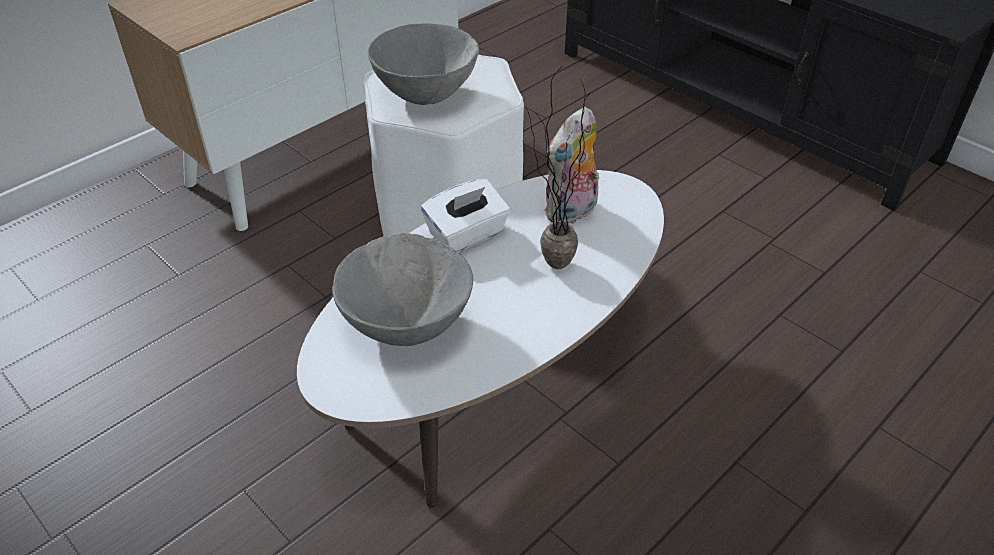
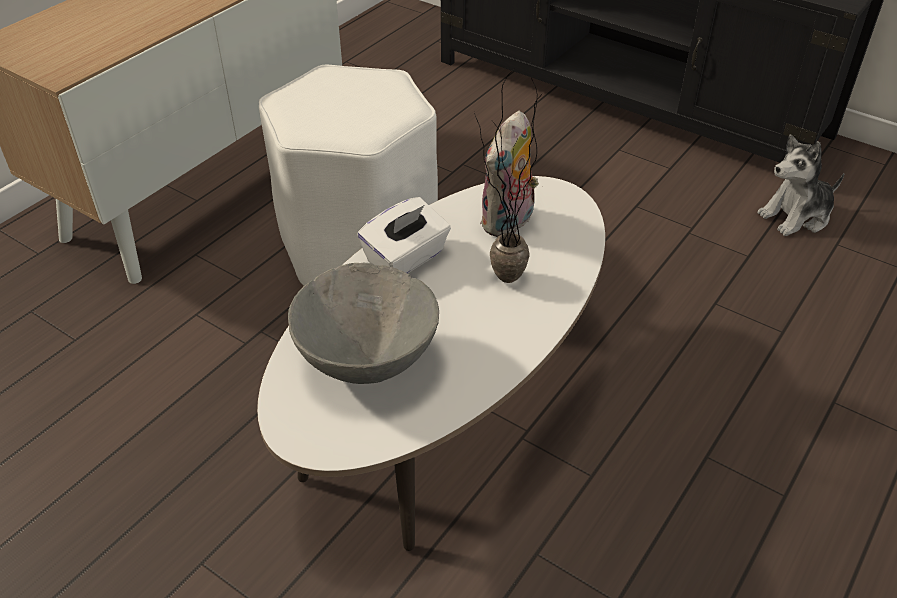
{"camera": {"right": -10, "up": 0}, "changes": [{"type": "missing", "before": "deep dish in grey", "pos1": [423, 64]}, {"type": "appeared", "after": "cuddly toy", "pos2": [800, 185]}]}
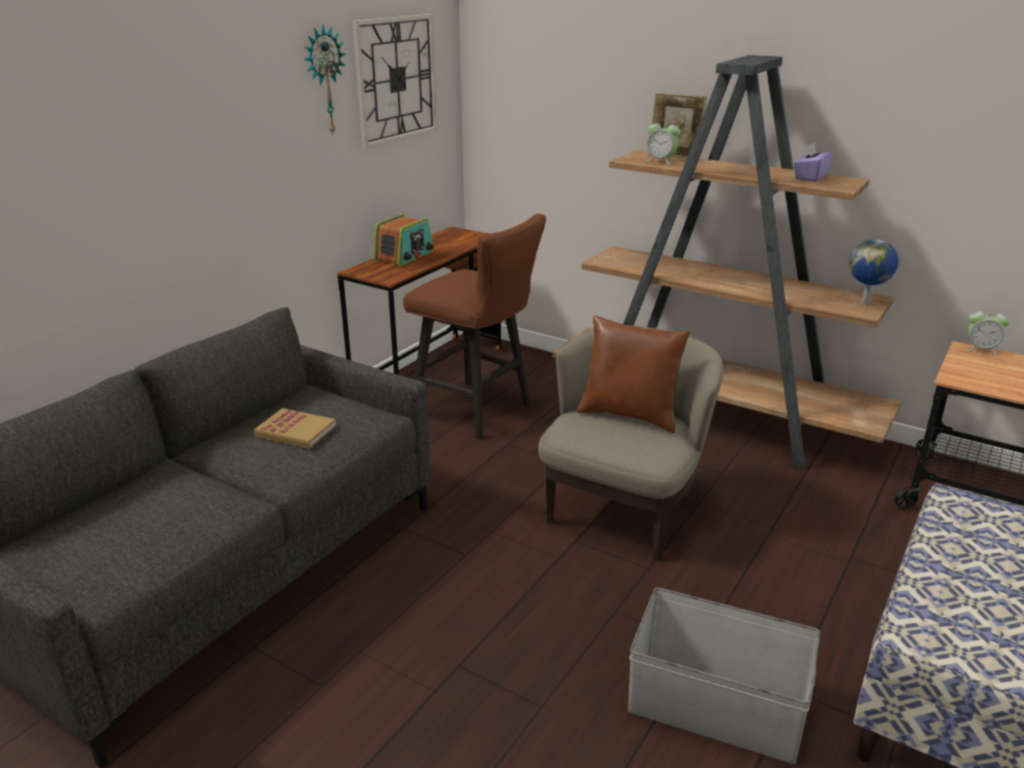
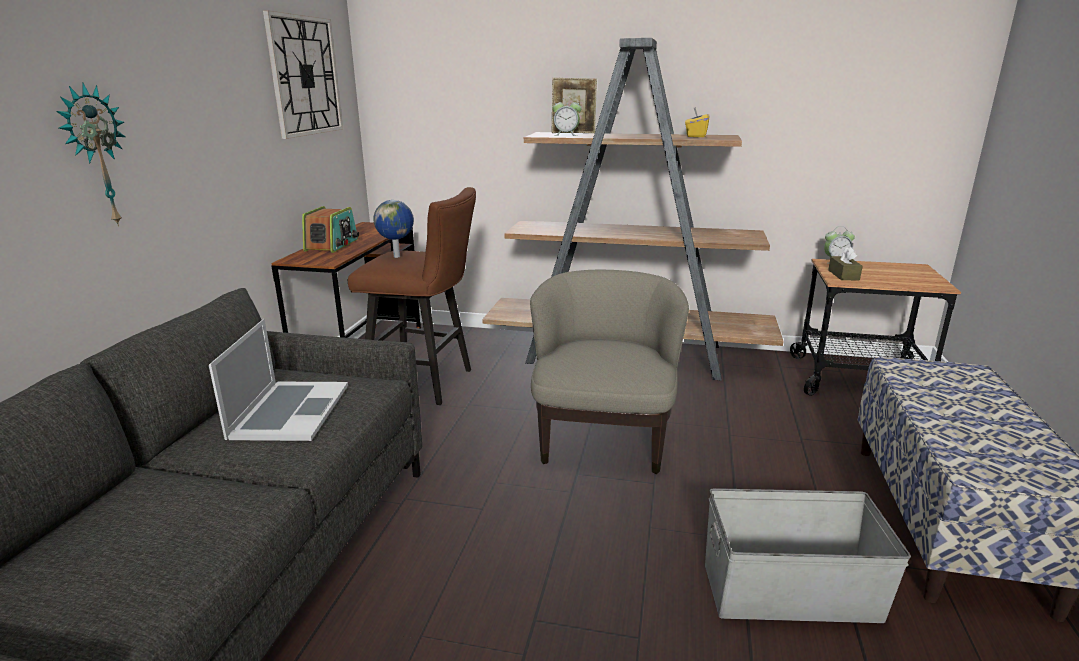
{"camera": {"right": -20, "up": -5}, "changes": [{"type": "missing", "before": "pillow in brownish", "pos1": [633, 374]}, {"type": "appeared", "after": "box of tissues in brownish", "pos2": [845, 263]}, {"type": "relocated", "before": "hanging clock", "pos1": [324, 80], "pos2": [91, 155]}, {"type": "relocated", "before": "desk globe", "pos1": [874, 272], "pos2": [393, 229]}, {"type": "exchanged", "before": "volume", "after": "laptop", "pos1": [295, 428], "pos2": [278, 380]}, {"type": "colour", "before": "box of tissues in purple-coloured", "after": "box of tissues in yellow-coloured", "pos1": [813, 162], "pos2": [697, 122]}]}
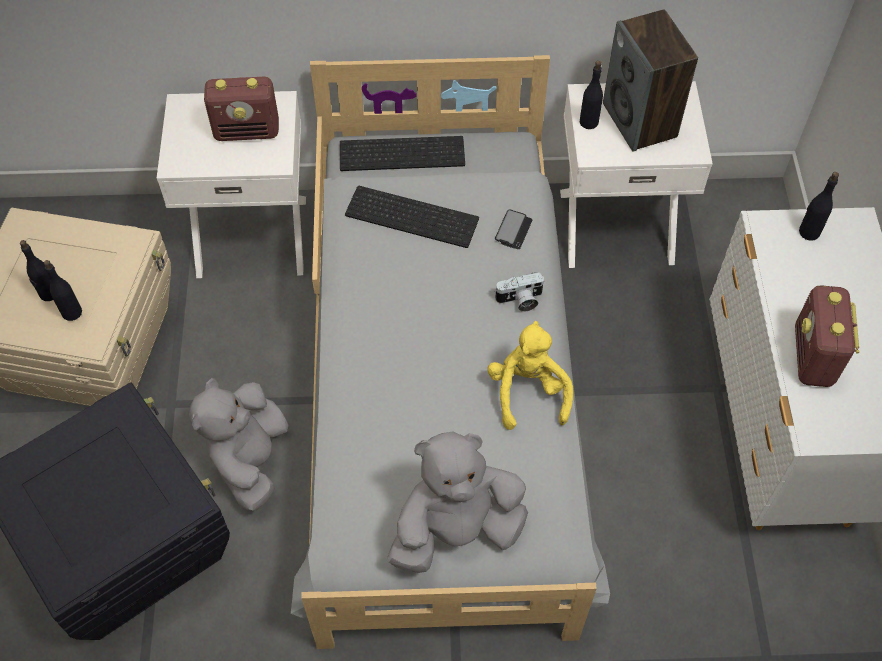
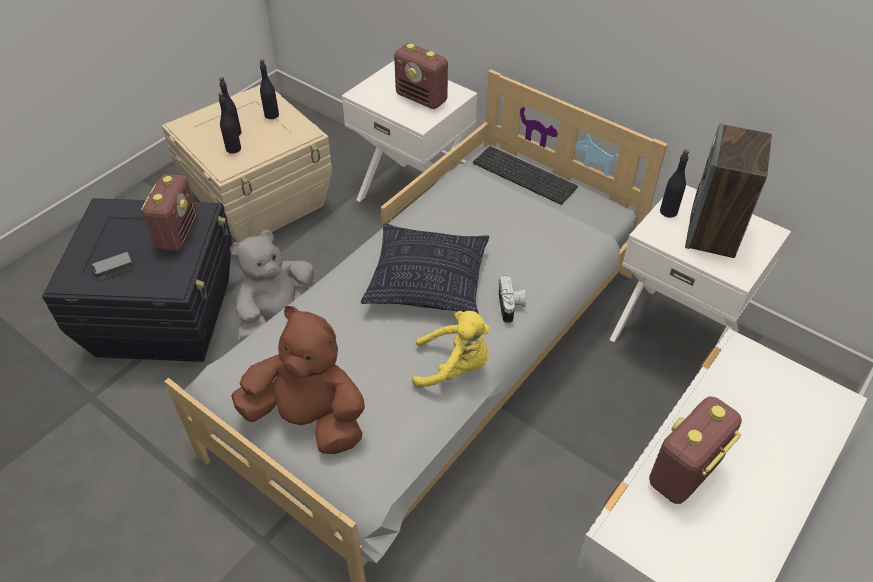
{"camera": {"right": 40, "up": -10}, "changes": [{"type": "missing", "before": "PC keyboard", "pos1": [412, 217]}, {"type": "appeared", "after": "radio set", "pos2": [169, 212]}, {"type": "appeared", "after": "pillow", "pos2": [425, 268]}, {"type": "relocated", "before": "telephone", "pos1": [513, 229], "pos2": [113, 266]}, {"type": "relocated", "before": "bottle in black-coloured", "pos1": [819, 206], "pos2": [269, 89]}, {"type": "colour", "before": "cuddly toy in grey", "after": "cuddly toy in brownish", "pos1": [458, 502], "pos2": [298, 380]}, {"type": "spun", "before": "cuddly toy in yellow-coloured", "pos1": [530, 375], "pos2": [451, 349], "turn": 60}, {"type": "spun", "before": "still camera", "pos1": [519, 292], "pos2": [512, 300], "turn": -120}]}
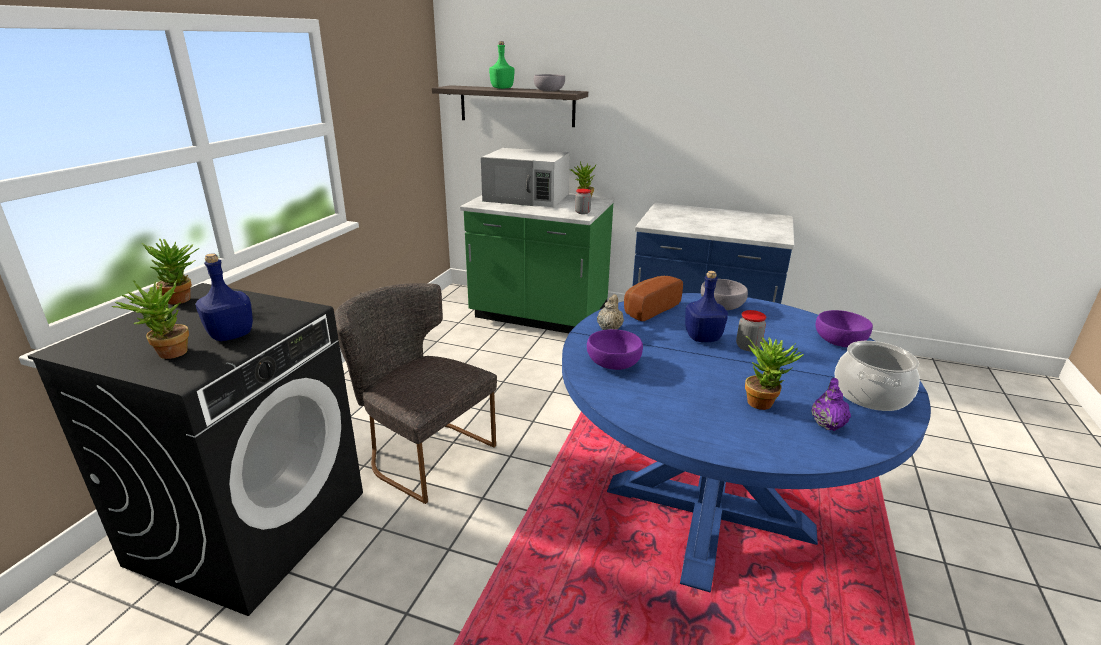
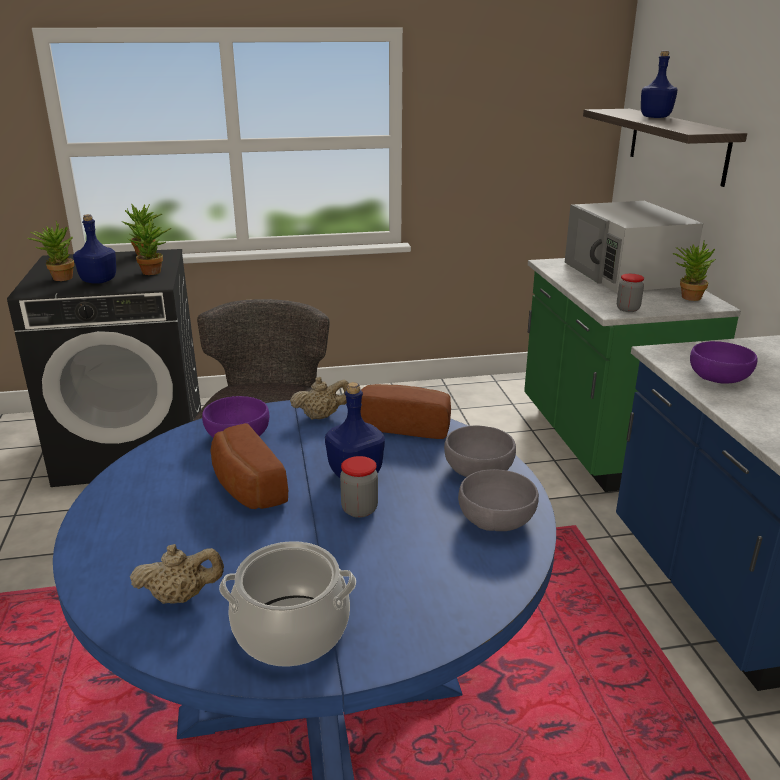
{"camera": {"right": 60, "up": 0}, "changes": [{"type": "appeared", "after": "bakery bread", "pos2": [249, 466]}, {"type": "relocated", "before": "deep dish in grey", "pos1": [549, 82], "pos2": [498, 500]}, {"type": "relocated", "before": "potted plant", "pos1": [774, 373], "pos2": [149, 247]}, {"type": "relocated", "before": "deep dish in purple-coloured", "pos1": [844, 328], "pos2": [724, 362]}, {"type": "colour", "before": "bottle in green", "after": "bottle in bluish", "pos1": [501, 65], "pos2": [659, 84]}, {"type": "colour", "before": "pot for tea in purple-coloured", "after": "pot for tea in beige", "pos1": [831, 404], "pos2": [177, 574]}]}
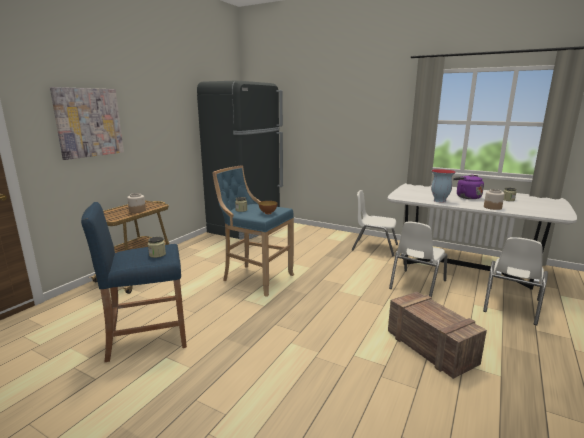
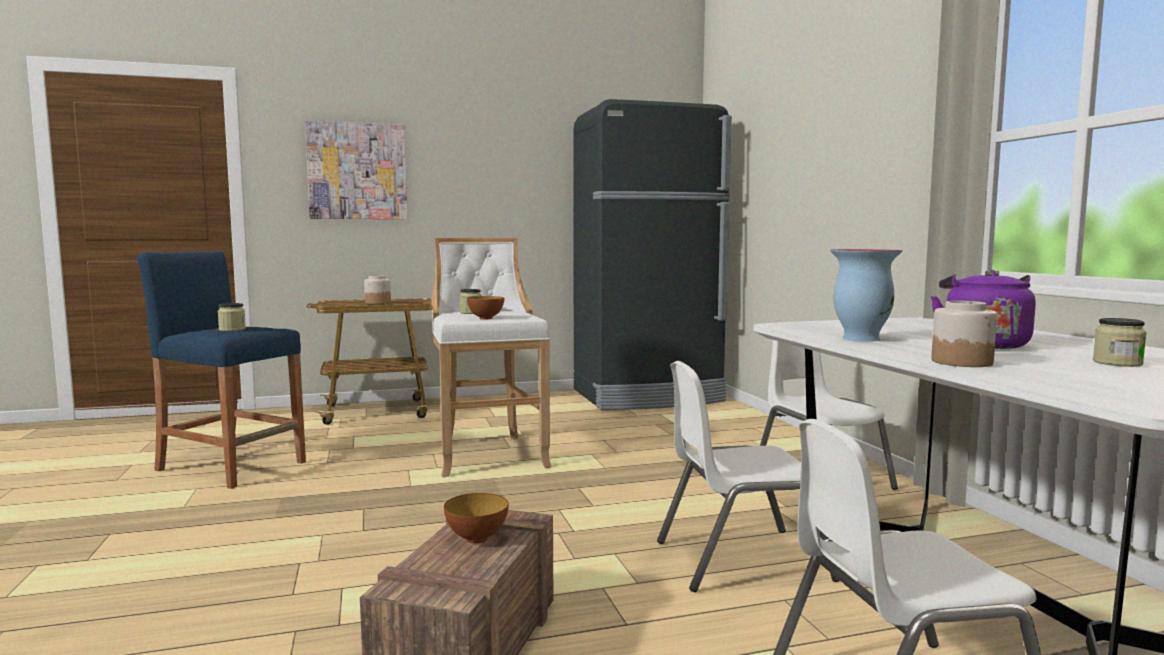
{"camera": {"right": 45, "up": -10}, "changes": [{"type": "appeared", "after": "deep dish", "pos2": [476, 518]}, {"type": "colour", "before": "sitting stool in bluish", "after": "sitting stool in whitish", "pos1": [253, 231], "pos2": [492, 357]}]}
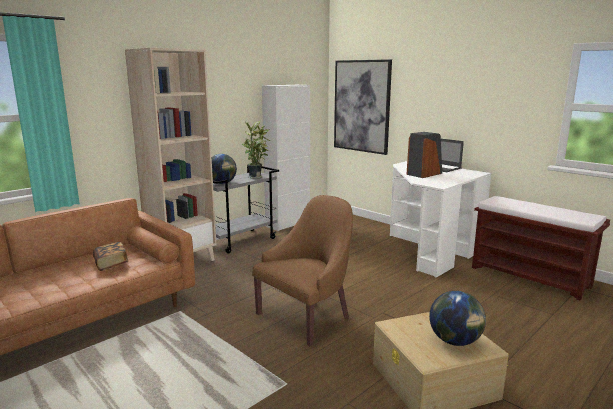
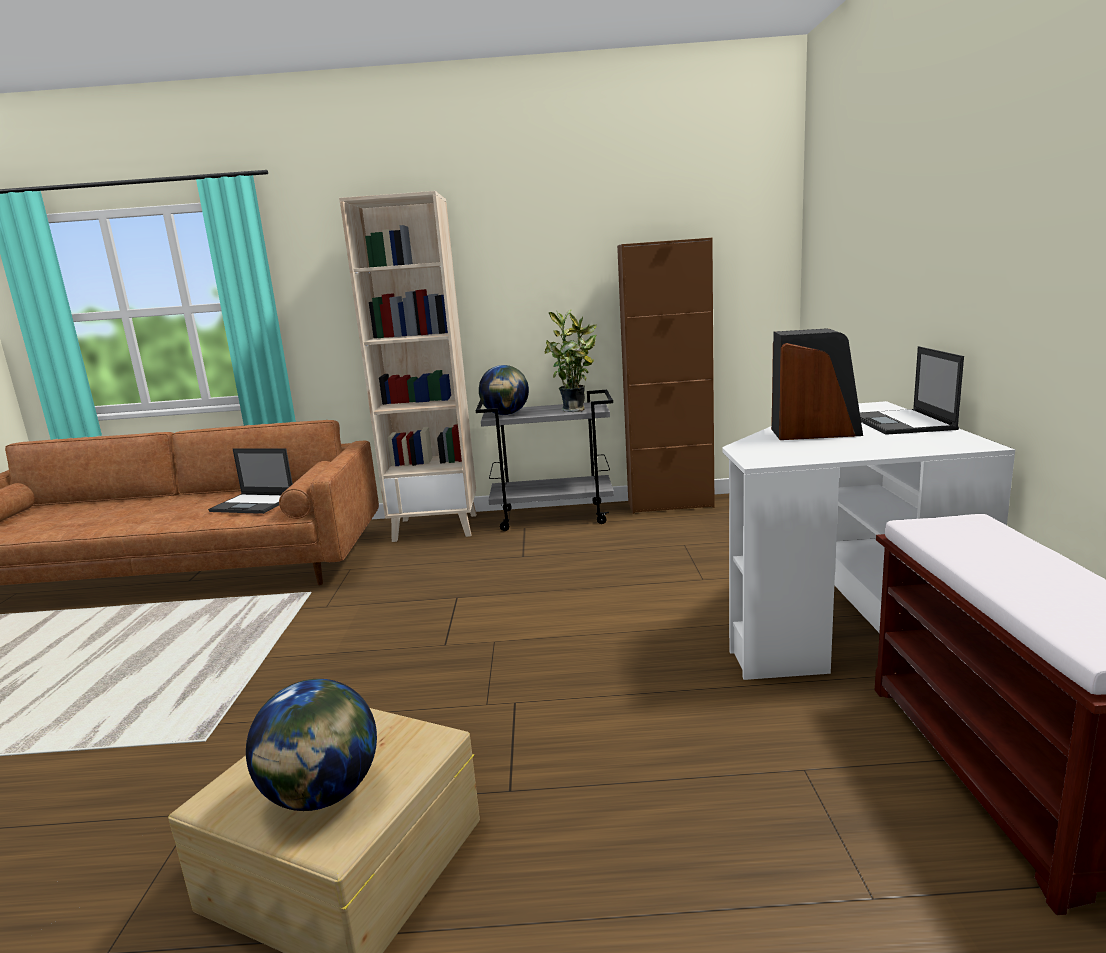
{"camera": {"right": 45, "up": 0}, "changes": [{"type": "missing", "before": "armchair in brownish", "pos1": [302, 270]}, {"type": "missing", "before": "wall picture", "pos1": [363, 107]}, {"type": "exchanged", "before": "volume", "after": "laptop", "pos1": [110, 256], "pos2": [250, 481]}, {"type": "colour", "before": "cabinet in whitish", "after": "cabinet in brownish", "pos1": [286, 158], "pos2": [666, 376]}]}
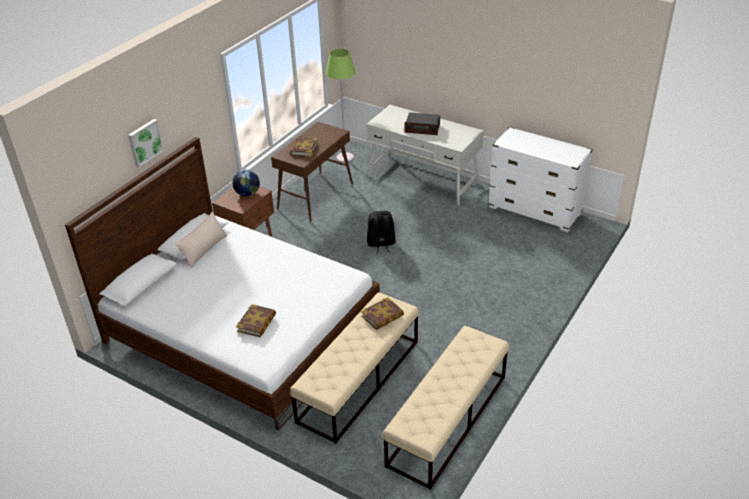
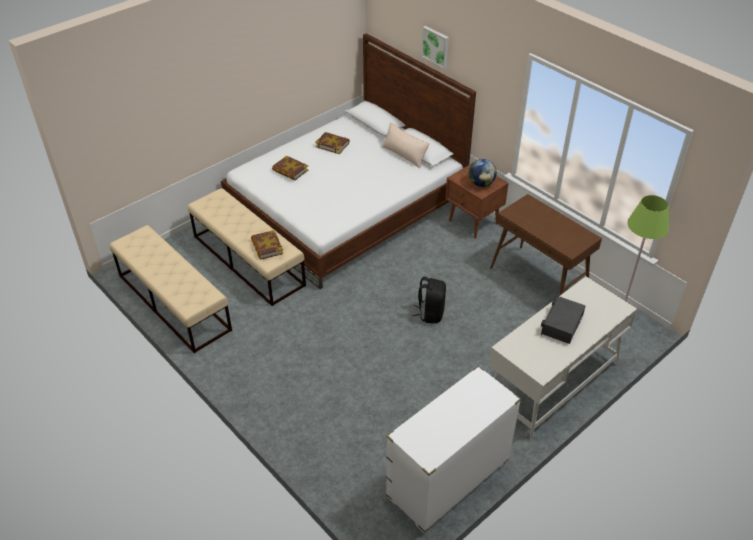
{"camera": {"right": 105, "up": 5}, "changes": [{"type": "relocated", "before": "volume", "pos1": [304, 147], "pos2": [332, 143]}]}
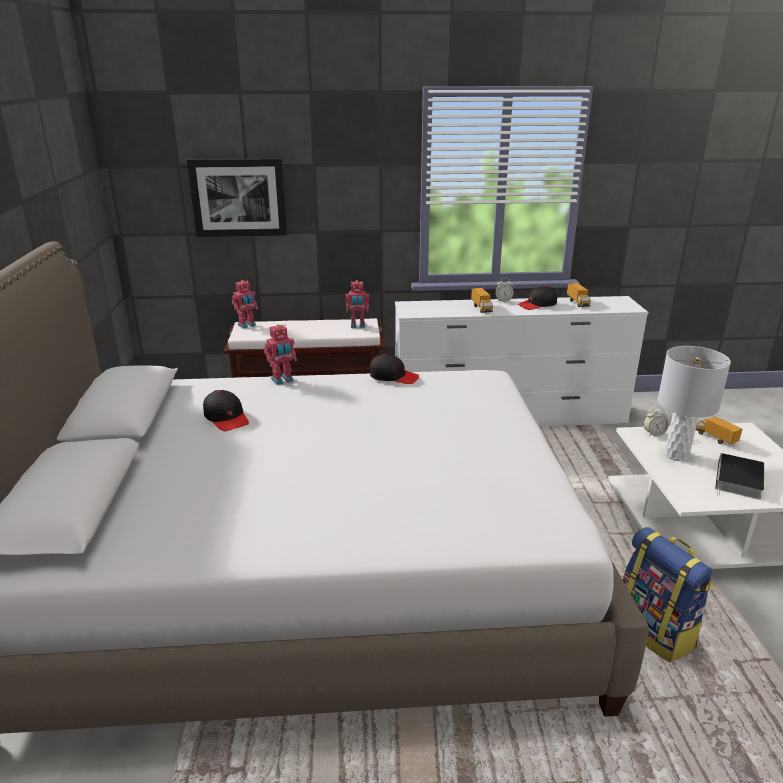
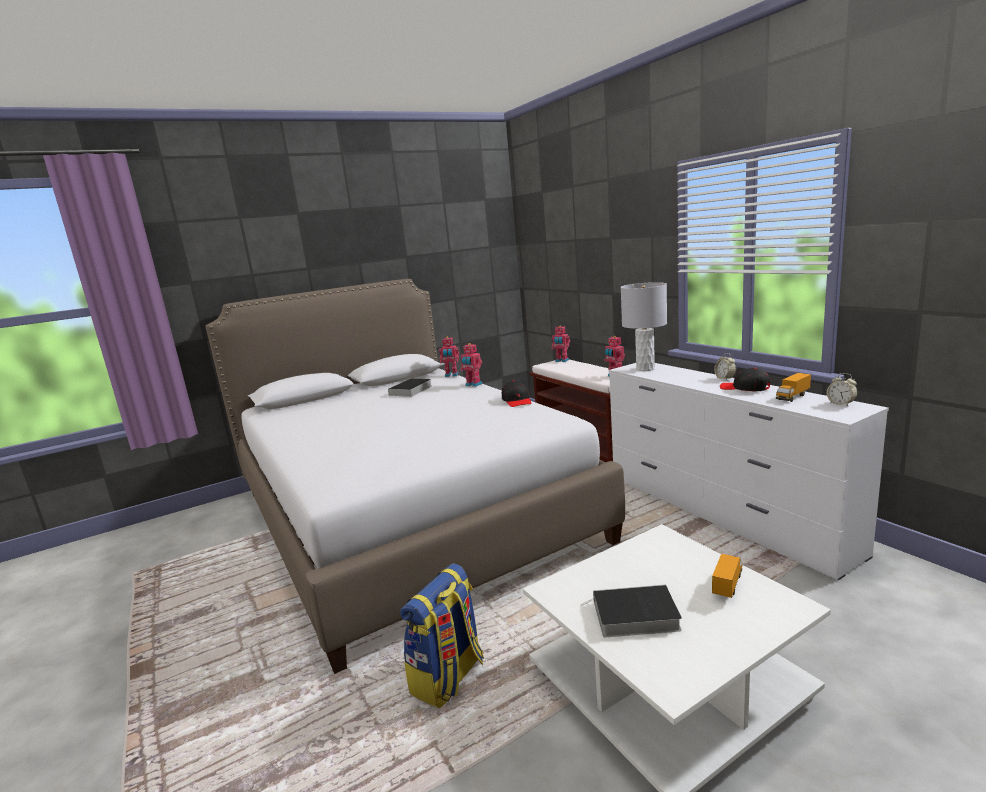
{"camera": {"right": 65, "up": -10}, "changes": [{"type": "missing", "before": "wall picture", "pos1": [237, 197]}, {"type": "missing", "before": "toy truck", "pos1": [482, 300]}, {"type": "appeared", "after": "toy robot", "pos2": [449, 357]}, {"type": "relocated", "before": "bedside clock", "pos1": [656, 421], "pos2": [842, 389]}, {"type": "relocated", "before": "tabletop lamp in grey", "pos1": [694, 403], "pos2": [644, 326]}, {"type": "exchanged", "before": "cap in black-coloured", "after": "volume", "pos1": [226, 410], "pos2": [409, 387]}]}
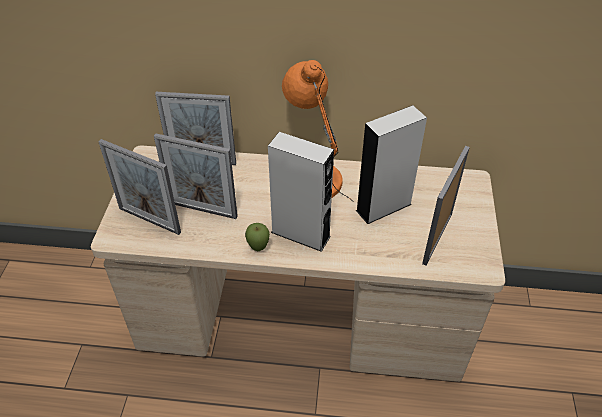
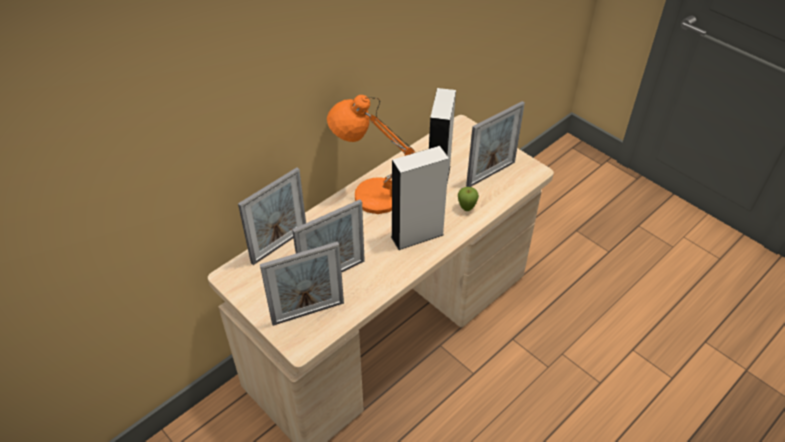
{"camera": {"right": -50, "up": 0}, "changes": [{"type": "relocated", "before": "whole apple", "pos1": [257, 237], "pos2": [468, 199]}, {"type": "spun", "before": "picture frame", "pos1": [446, 205], "pos2": [495, 144], "turn": -105}]}
